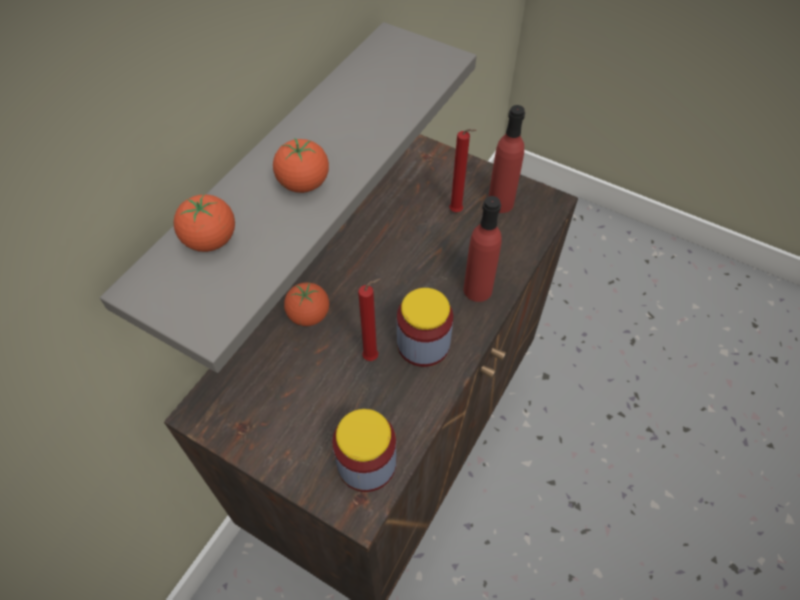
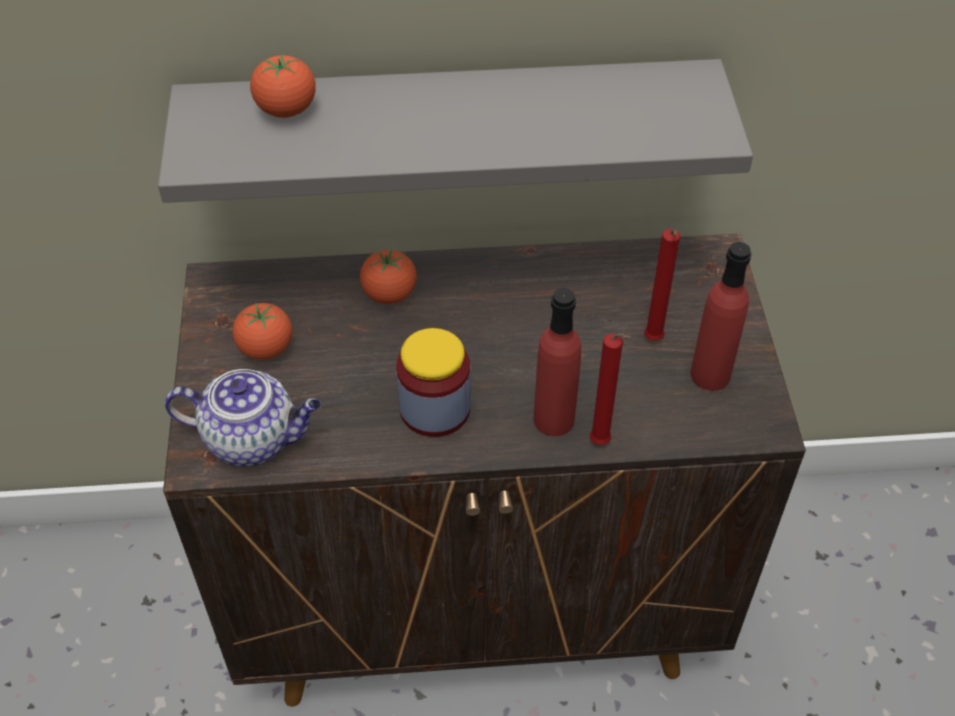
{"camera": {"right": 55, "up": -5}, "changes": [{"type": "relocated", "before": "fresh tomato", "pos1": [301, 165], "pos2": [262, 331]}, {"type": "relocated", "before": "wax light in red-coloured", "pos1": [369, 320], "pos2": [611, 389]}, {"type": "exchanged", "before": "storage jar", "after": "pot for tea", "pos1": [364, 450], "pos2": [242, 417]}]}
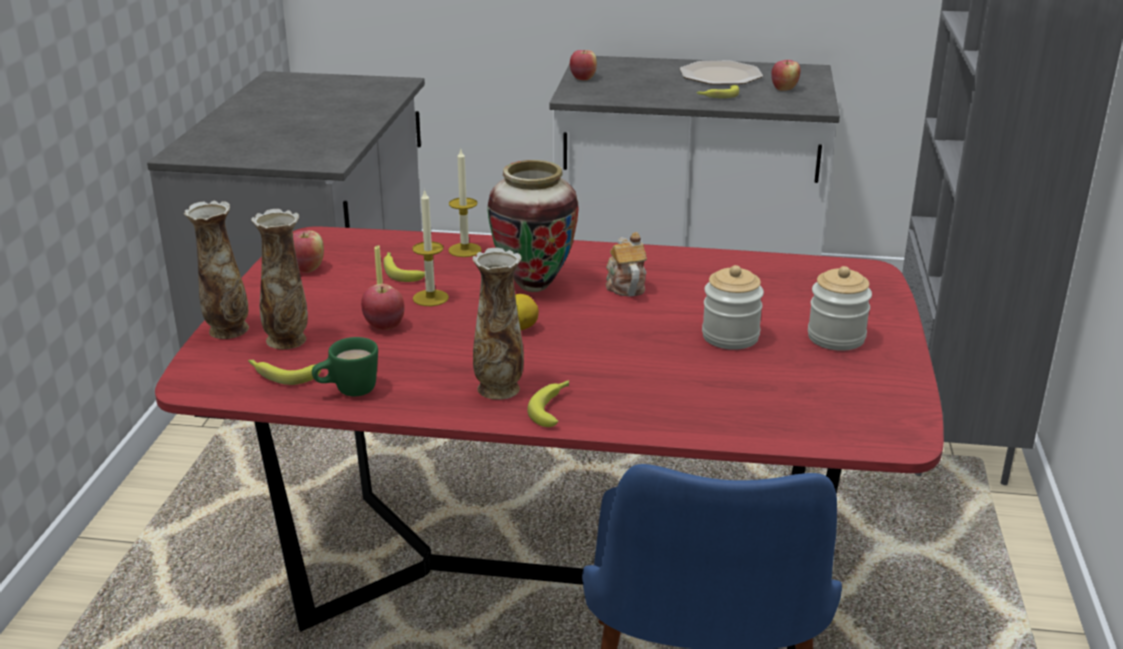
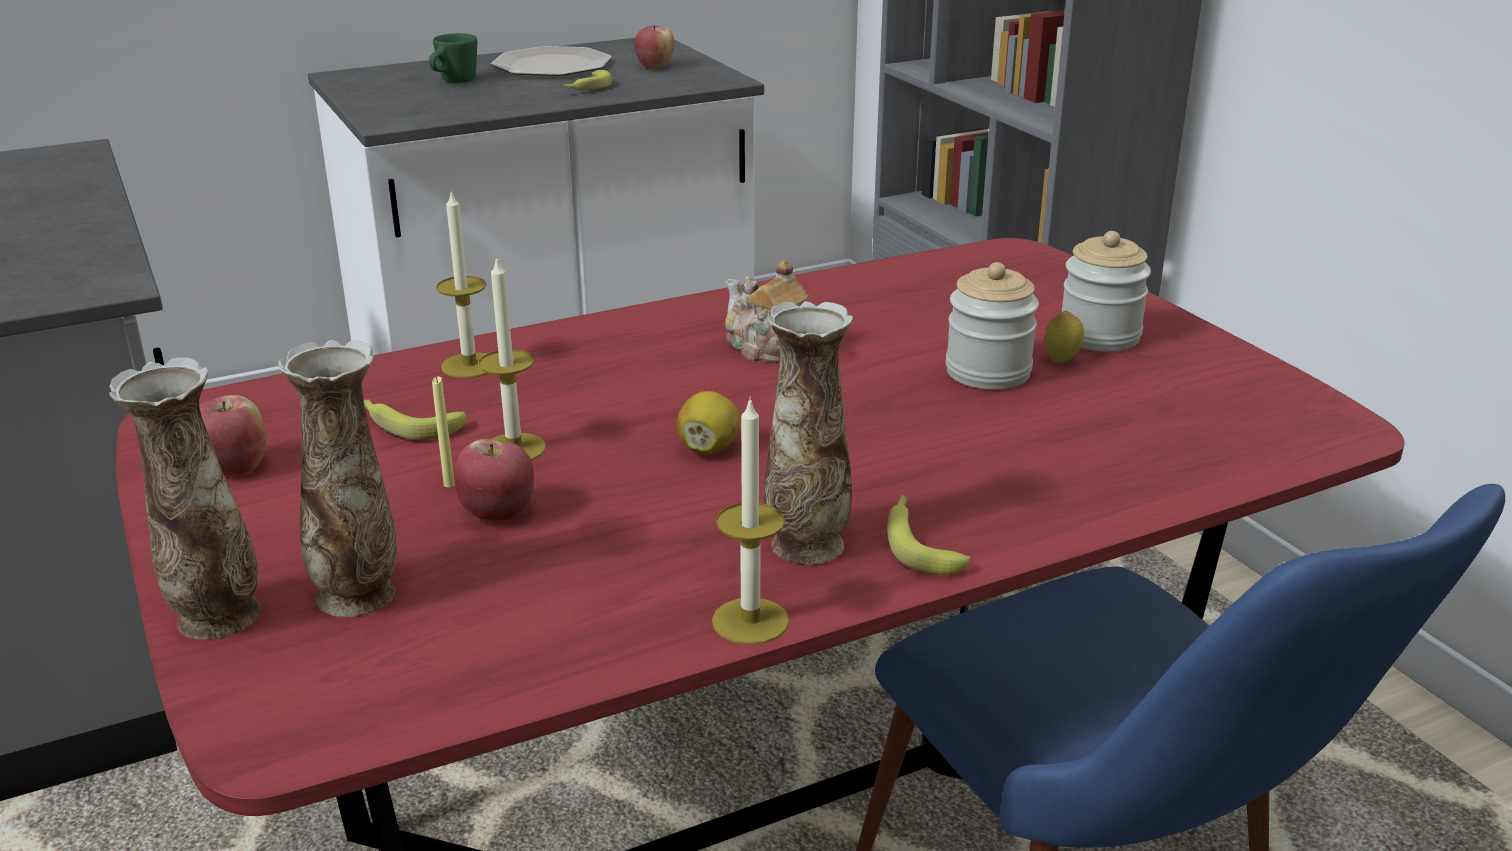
{"camera": {"right": -35, "up": 0}, "changes": [{"type": "missing", "before": "banana", "pos1": [284, 372]}, {"type": "missing", "before": "flower vase", "pos1": [533, 226]}, {"type": "missing", "before": "whole apple", "pos1": [583, 65]}, {"type": "appeared", "after": "wax light", "pos2": [750, 520]}, {"type": "appeared", "after": "whole lemon", "pos2": [1064, 336]}, {"type": "relocated", "before": "coffee mug in green", "pos1": [345, 366], "pos2": [453, 58]}]}
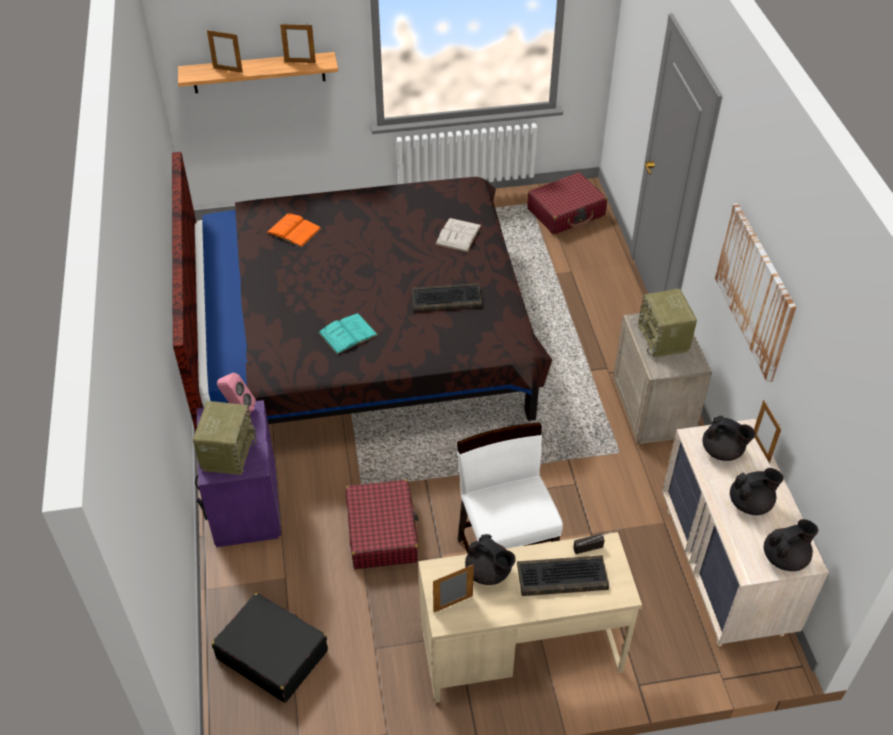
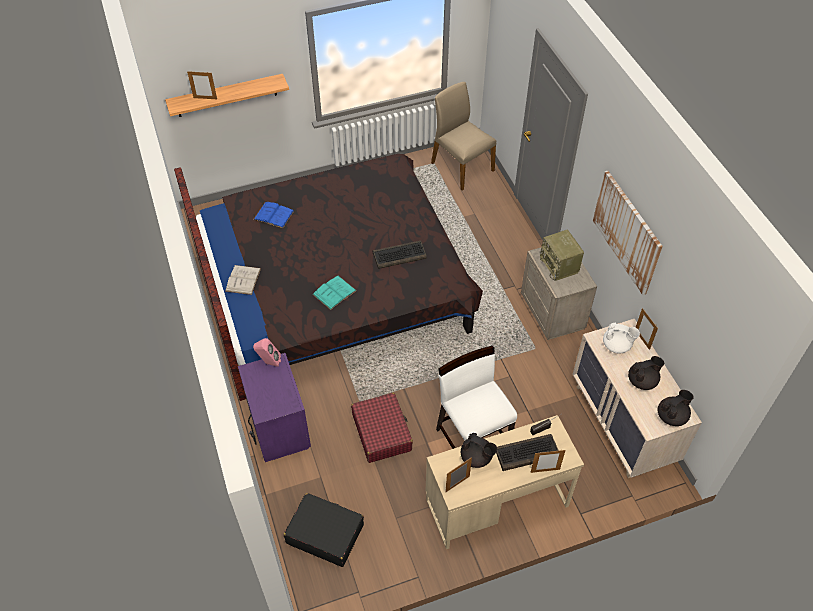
{"camera": {"right": -10, "up": 5}, "changes": [{"type": "missing", "before": "radio set", "pos1": [224, 438]}, {"type": "relocated", "before": "picture frame", "pos1": [298, 43], "pos2": [548, 461]}, {"type": "relocated", "before": "volume in whitish", "pos1": [458, 235], "pos2": [243, 280]}, {"type": "exchanged", "before": "piece of luggage in red-coloured", "after": "upright chair in beige", "pos1": [567, 203], "pos2": [463, 136]}, {"type": "colour", "before": "volume in orange-coloured", "after": "volume in bluish", "pos1": [294, 230], "pos2": [274, 215]}, {"type": "colour", "before": "pot for tea in black-coloured", "after": "pot for tea in whitish", "pos1": [728, 438], "pos2": [621, 337]}]}
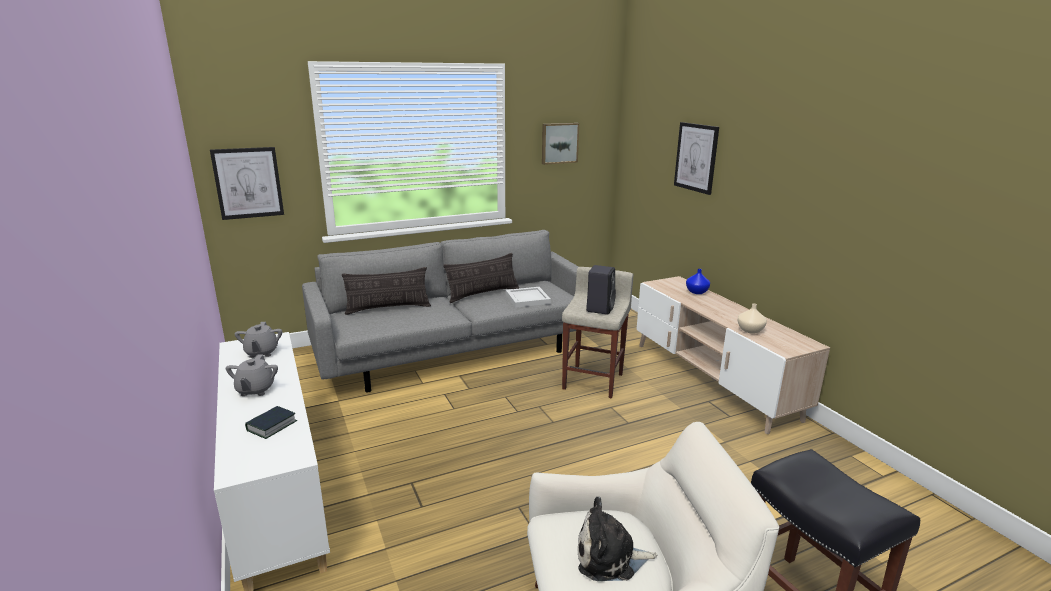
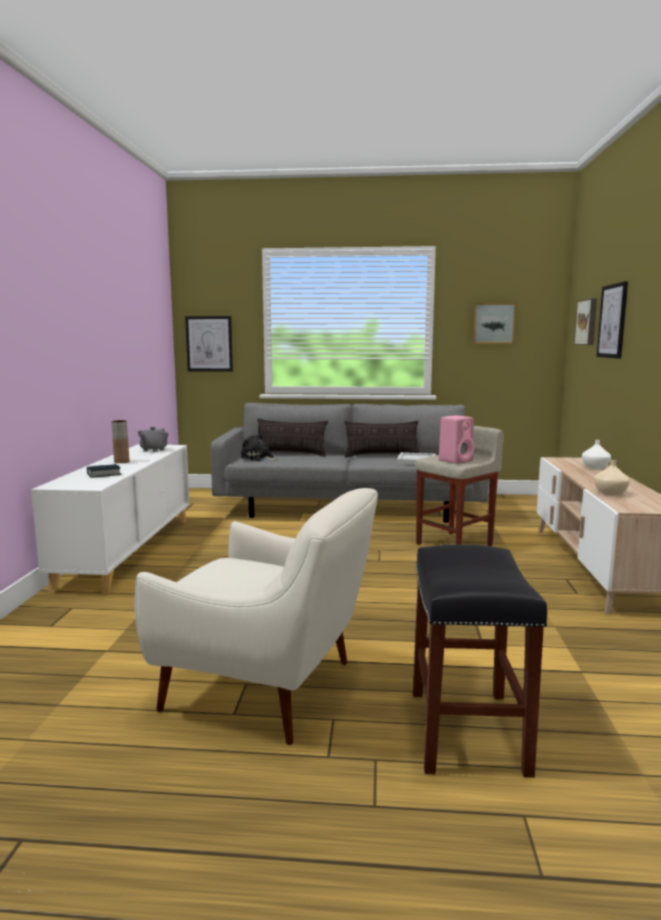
{"camera": {"right": 30, "up": -10}, "changes": [{"type": "appeared", "after": "wall picture", "pos2": [585, 321]}, {"type": "relocated", "before": "cuddly toy", "pos1": [618, 539], "pos2": [258, 447]}, {"type": "exchanged", "before": "pot for tea in grey", "after": "flower vase in brownish", "pos1": [252, 375], "pos2": [120, 441]}, {"type": "colour", "before": "audio speaker in black-coloured", "after": "audio speaker in pink-coloured", "pos1": [601, 290], "pos2": [456, 439]}, {"type": "colour", "before": "flower vase in bluish", "after": "flower vase in whitish", "pos1": [698, 281], "pos2": [596, 454]}]}
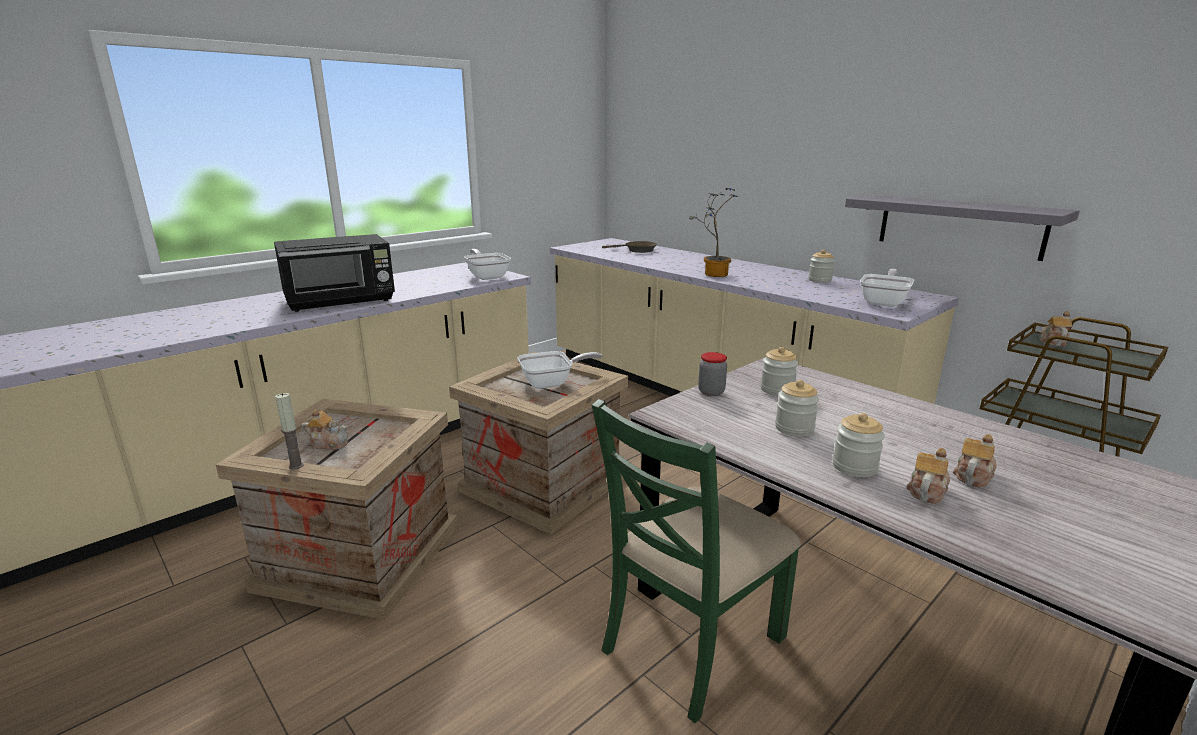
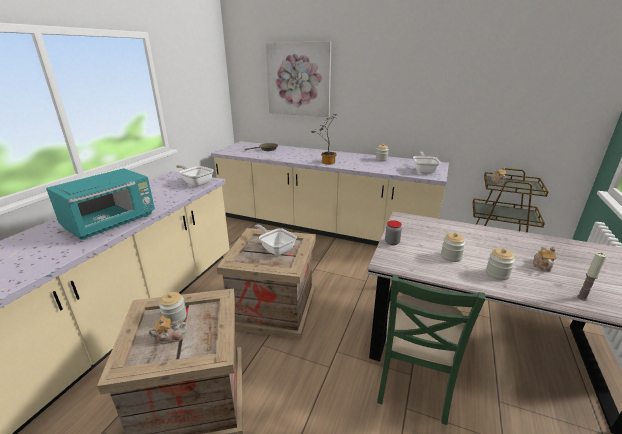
{"camera": {"right": -25, "up": 5}, "changes": [{"type": "missing", "before": "shelf in grey", "pos1": [962, 228]}, {"type": "missing", "before": "pot for tea", "pos1": [928, 476]}, {"type": "appeared", "after": "wall picture", "pos2": [298, 79]}, {"type": "relocated", "before": "wax light", "pos1": [289, 431], "pos2": [592, 276]}, {"type": "relocated", "before": "storage jar", "pos1": [779, 371], "pos2": [173, 308]}, {"type": "colour", "before": "kitchen microwave in black-coloured", "after": "kitchen microwave in turquoise-coloured", "pos1": [334, 273], "pos2": [100, 204]}, {"type": "spun", "before": "skillet", "pos1": [559, 370], "pos2": [276, 240], "turn": -90}]}
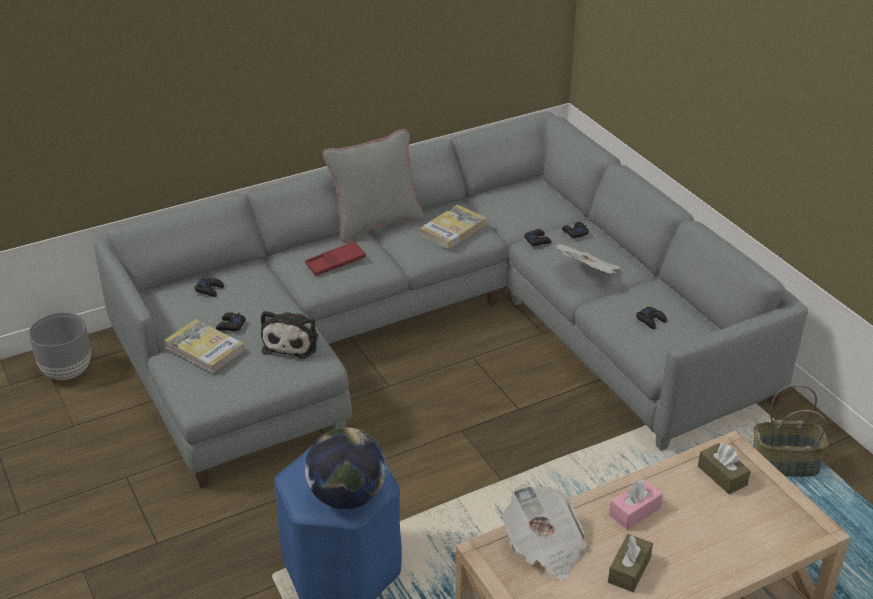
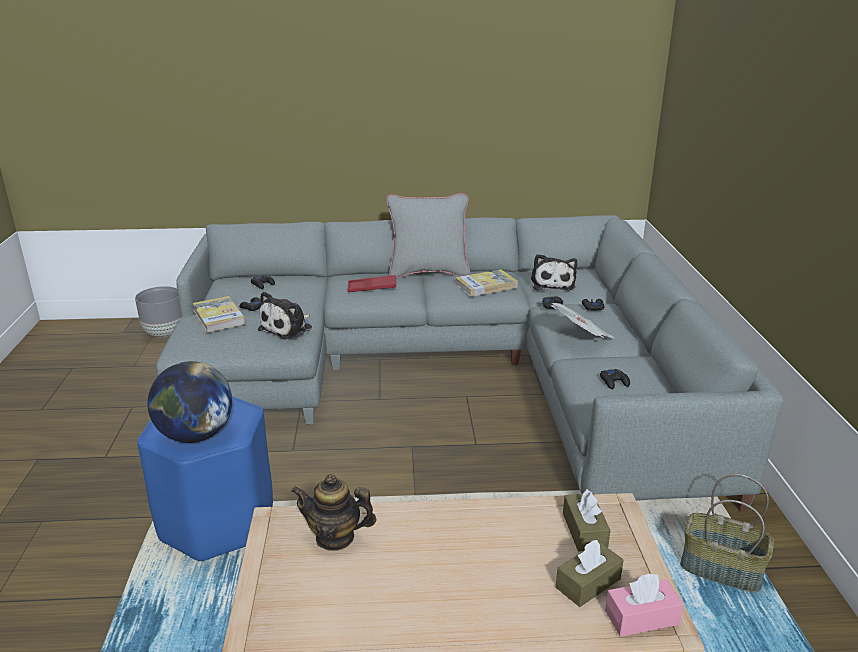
{"camera": {"right": 25, "up": -10}, "changes": [{"type": "appeared", "after": "cuddly toy", "pos2": [554, 272]}, {"type": "relocated", "before": "box of tissues in brownish", "pos1": [630, 563], "pos2": [590, 573]}, {"type": "relocated", "before": "box of tissues in pink-coloured", "pos1": [636, 504], "pos2": [644, 605]}, {"type": "exchanged", "before": "printed paper", "after": "pot for tea", "pos1": [546, 532], "pos2": [334, 512]}]}
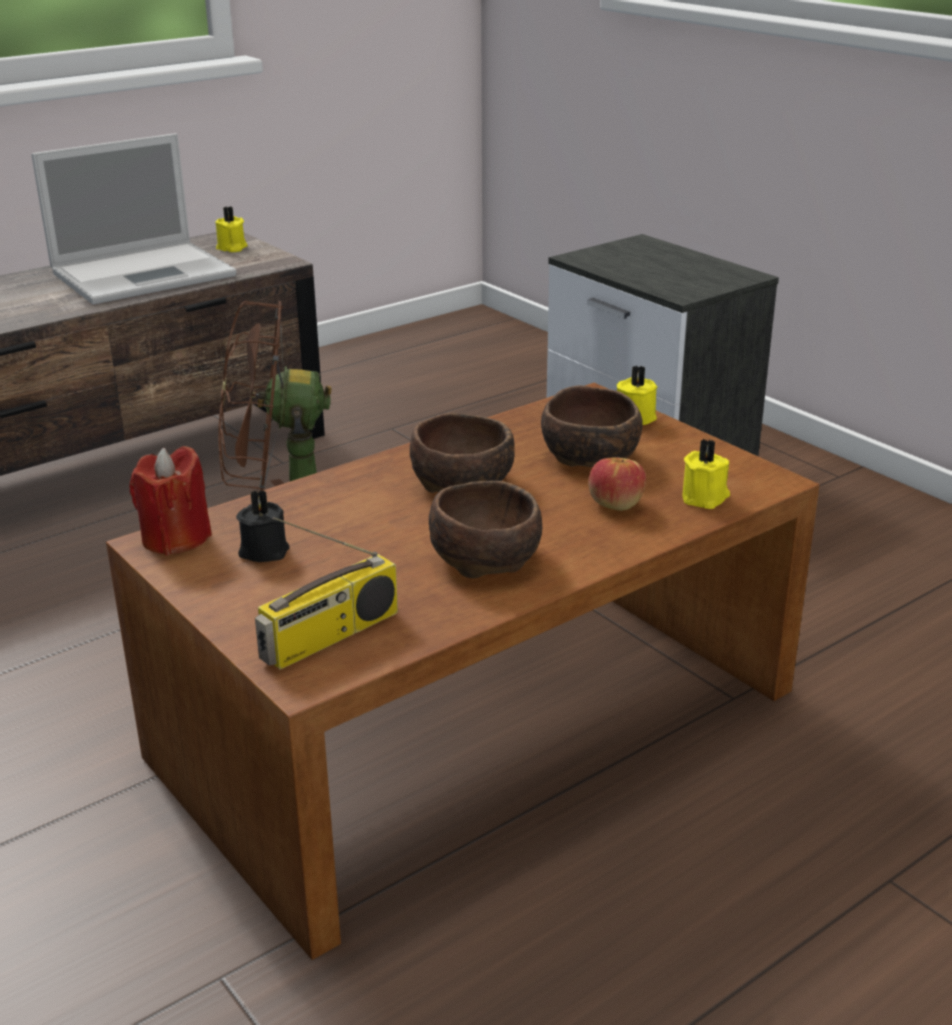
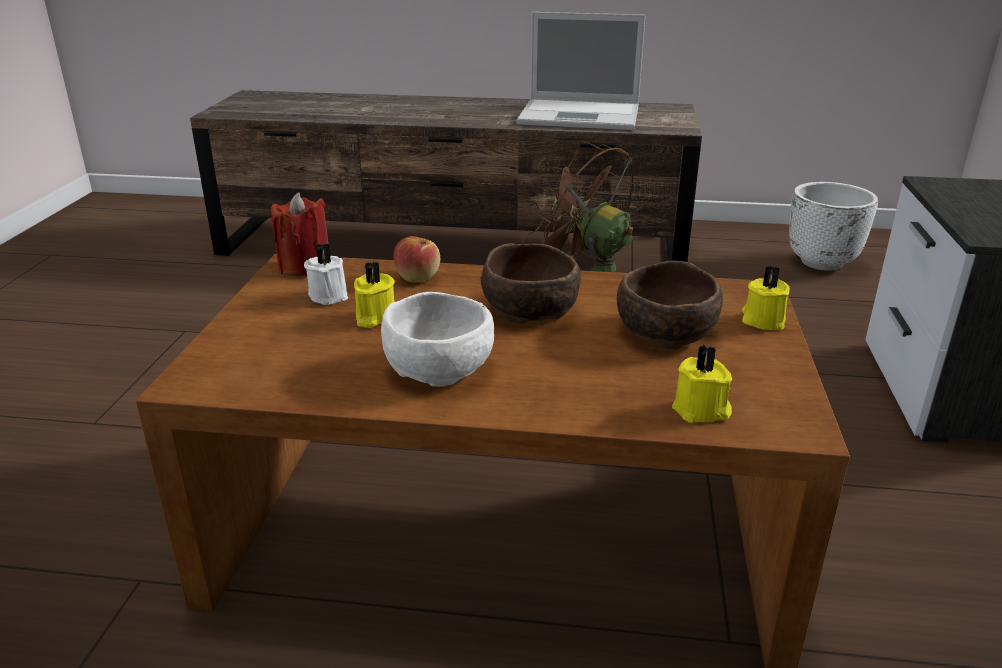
{"camera": {"right": 45, "up": 0}, "changes": [{"type": "missing", "before": "radio set", "pos1": [326, 593]}, {"type": "appeared", "after": "plant pot in whitish", "pos2": [833, 226]}, {"type": "relocated", "before": "wax light in yellow-coloured", "pos1": [231, 229], "pos2": [374, 295]}, {"type": "relocated", "before": "whole apple", "pos1": [617, 484], "pos2": [417, 259]}, {"type": "colour", "before": "wax light in black-coloured", "after": "wax light in whitish", "pos1": [263, 526], "pos2": [326, 274]}, {"type": "colour", "before": "deep dish in brownish", "after": "deep dish in whitish", "pos1": [485, 529], "pos2": [437, 339]}]}
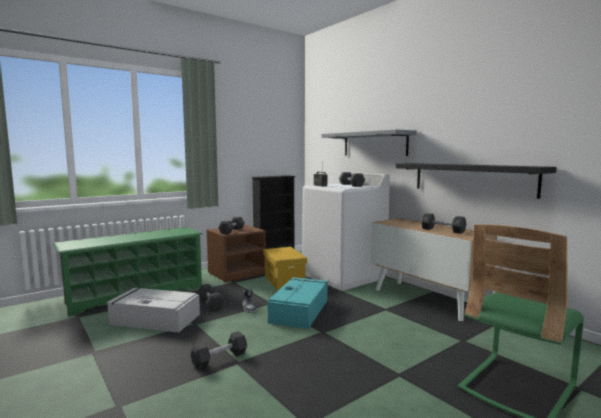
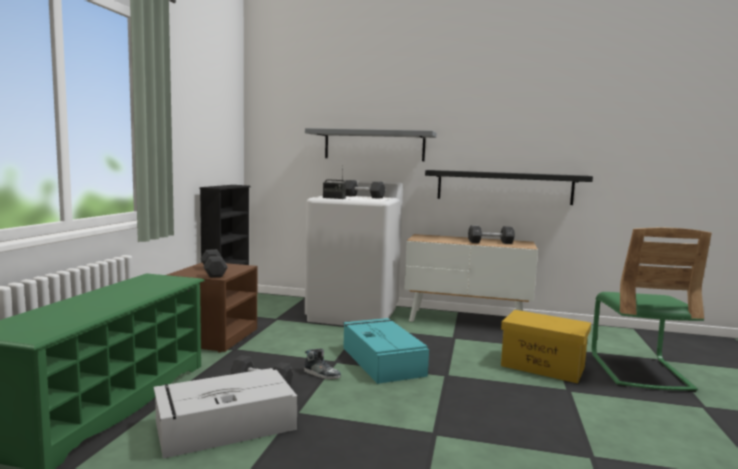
{"camera": {"right": -40, "up": 0}, "changes": [{"type": "missing", "before": "hand weight in black-coloured", "pos1": [218, 350]}, {"type": "relocated", "before": "storage bin in yellow-coloured", "pos1": [285, 269], "pos2": [546, 346]}]}
